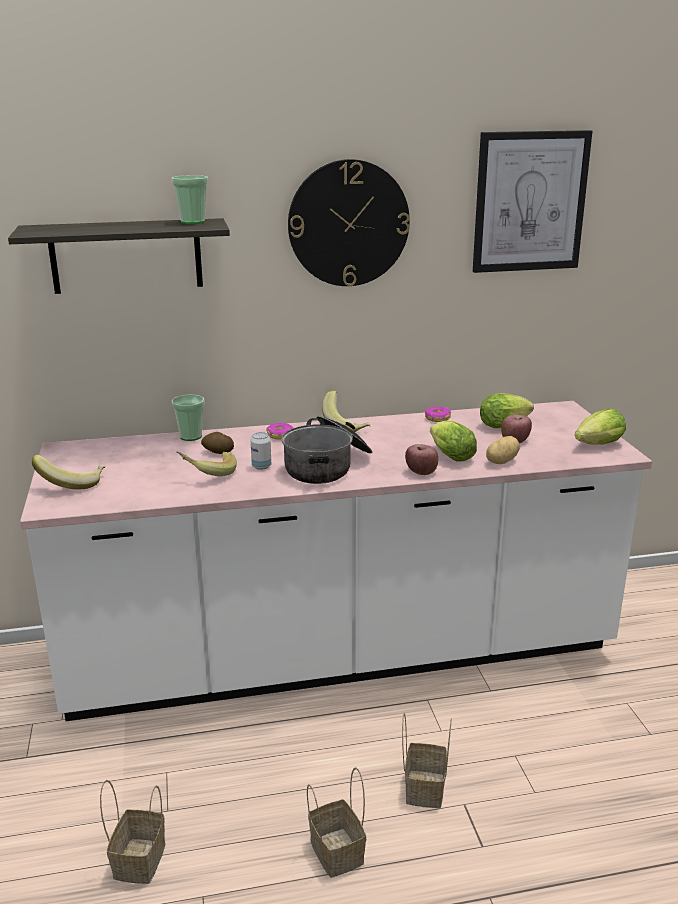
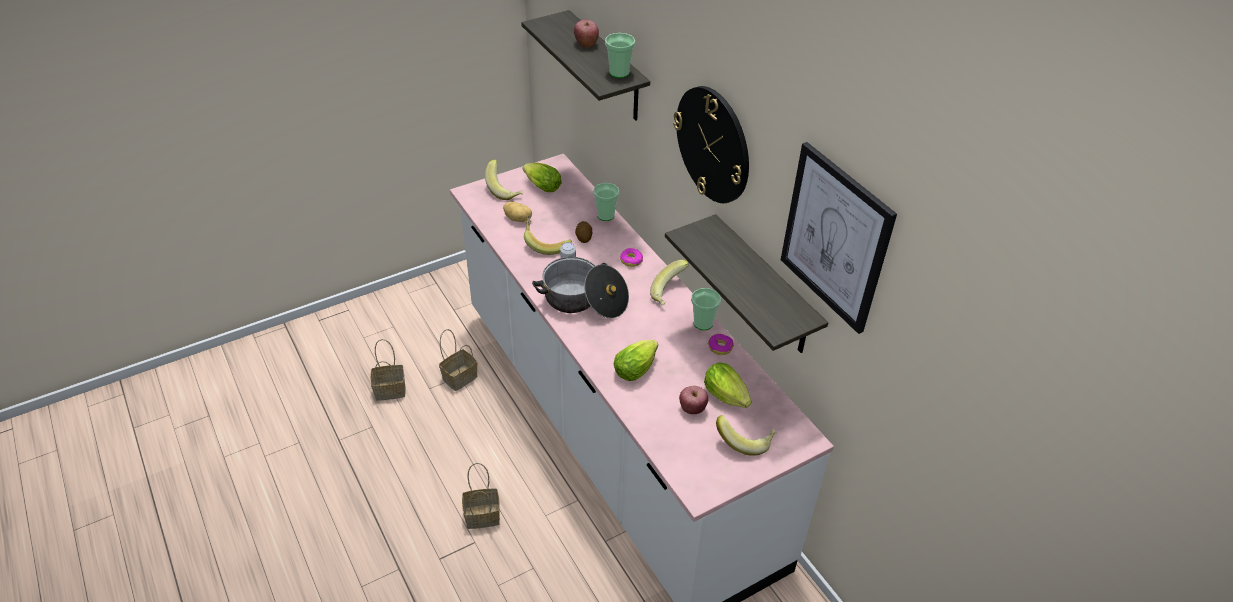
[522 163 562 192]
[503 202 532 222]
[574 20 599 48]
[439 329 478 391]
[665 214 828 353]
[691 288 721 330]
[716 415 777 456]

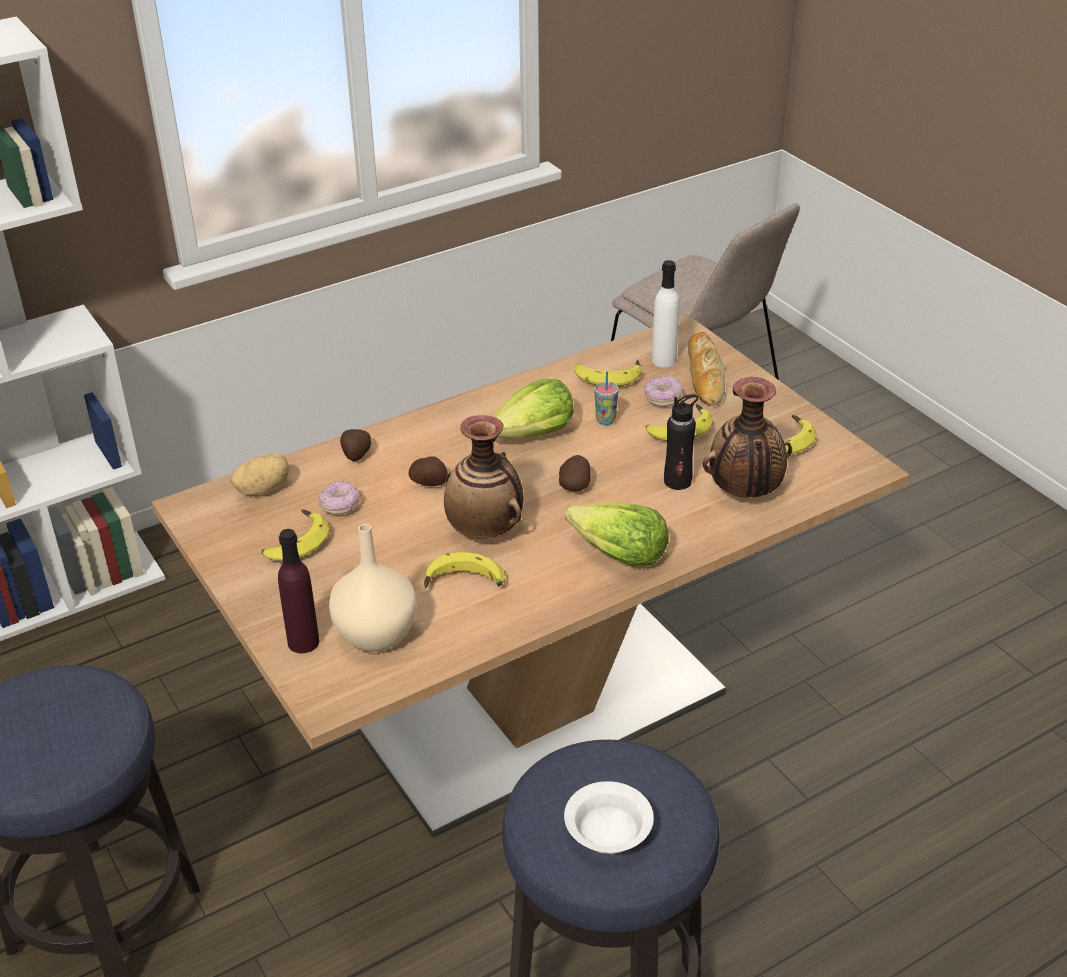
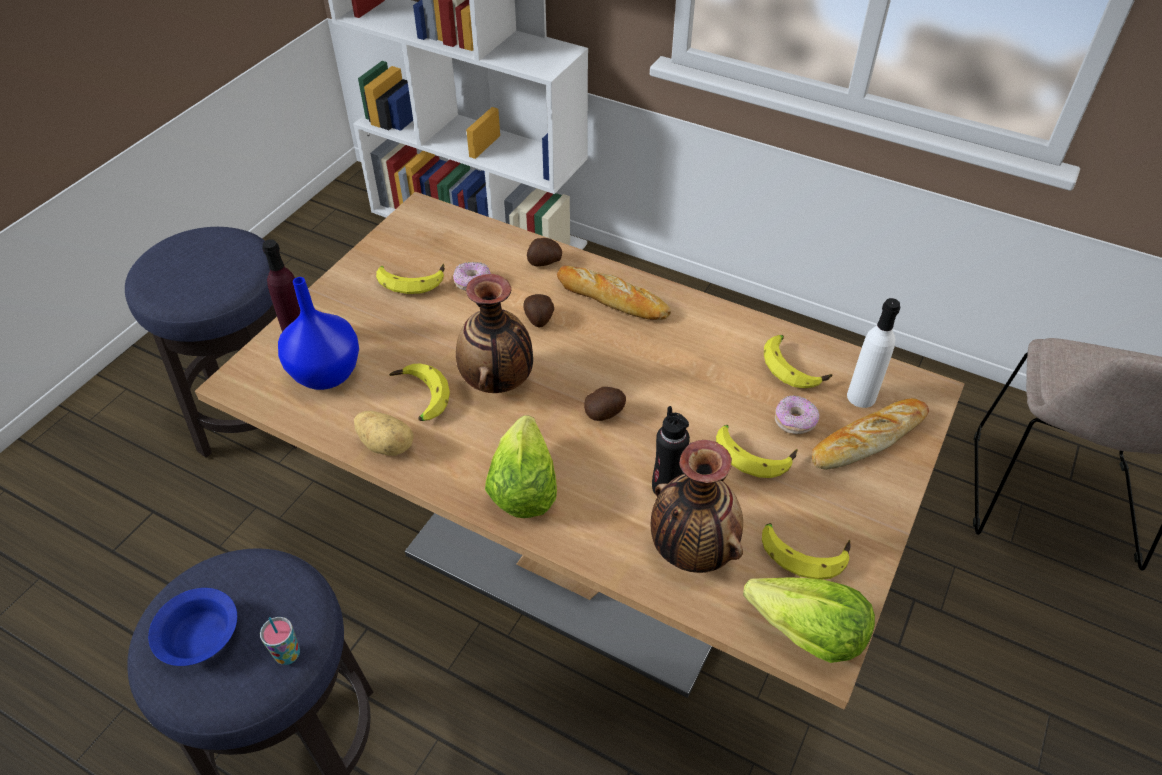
[260 617 300 665]
[743 577 875 663]
[354 411 414 456]
[278 277 359 390]
[148 588 237 666]
[557 265 671 320]

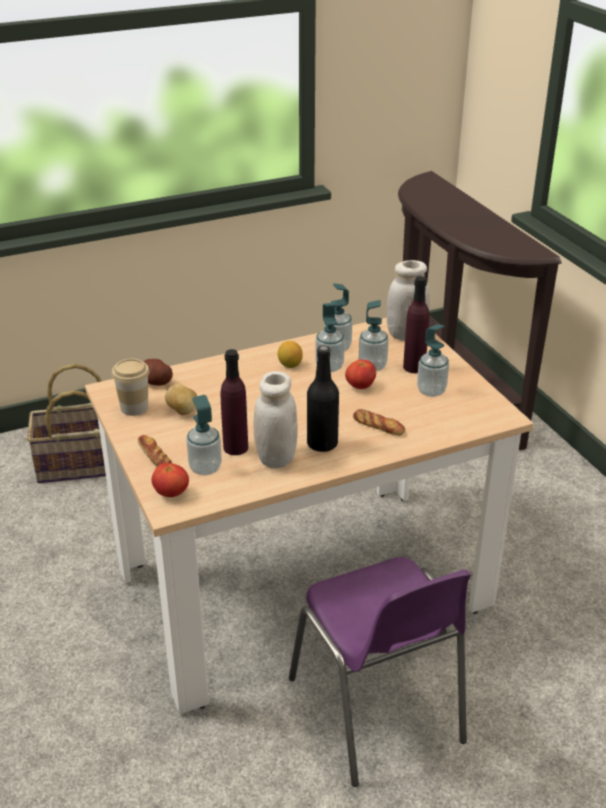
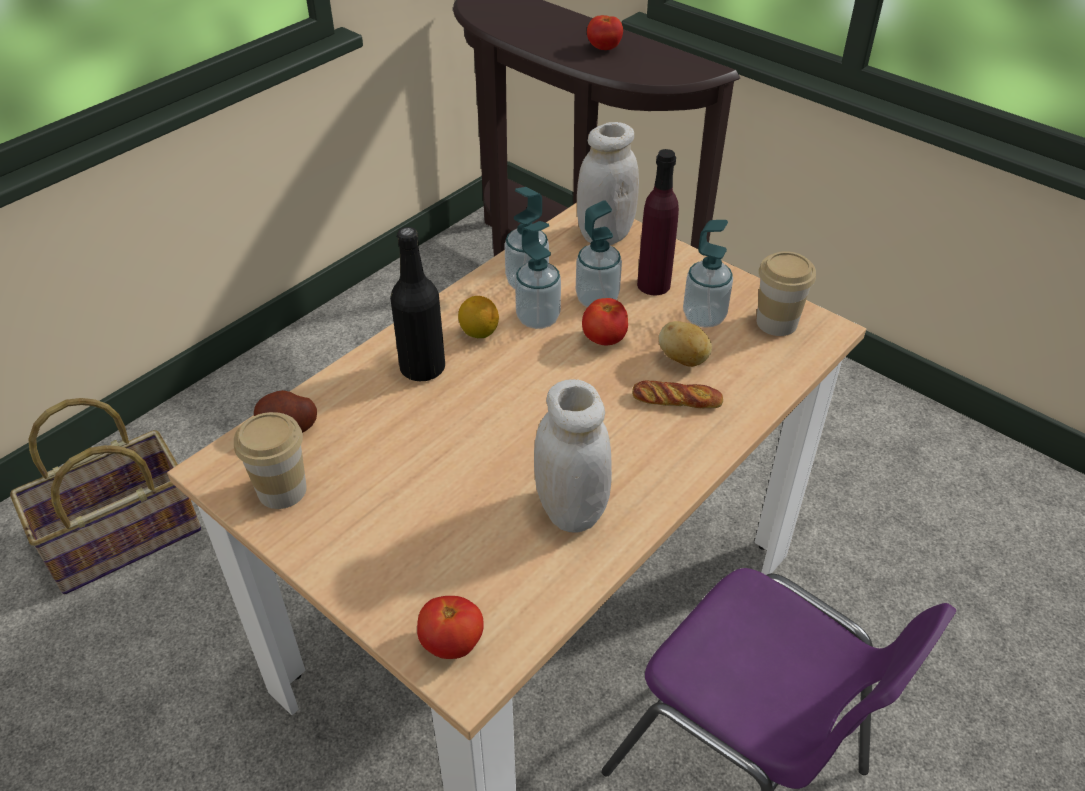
[390 227 445 381]
[221 349 248 455] (first image)
[659 321 712 367]
[186 395 222 476] (first image)
[138 435 172 467] (first image)
[587 15 623 50]
[756 251 816 336]

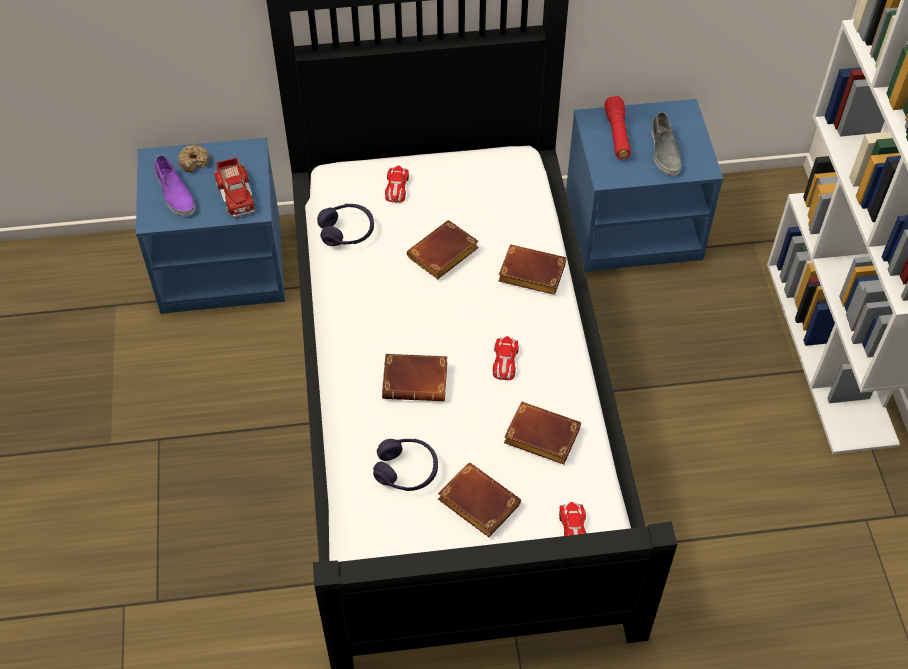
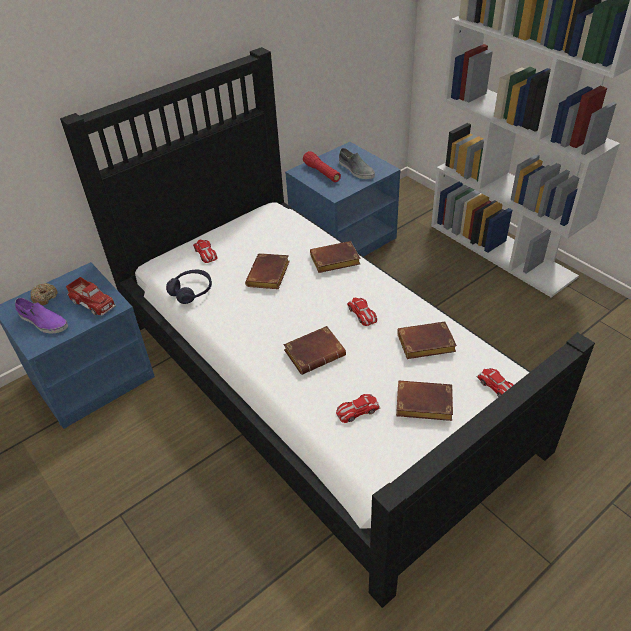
[336 394 381 423]

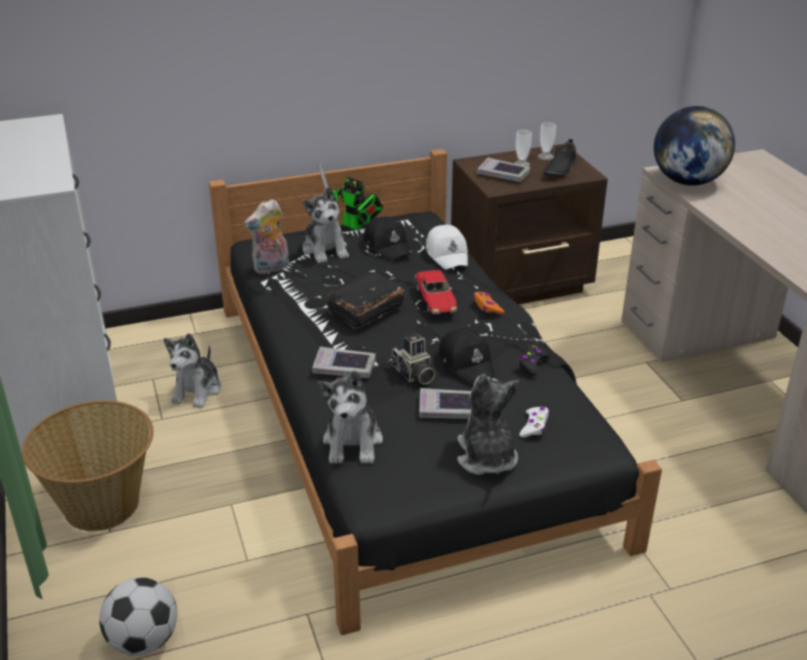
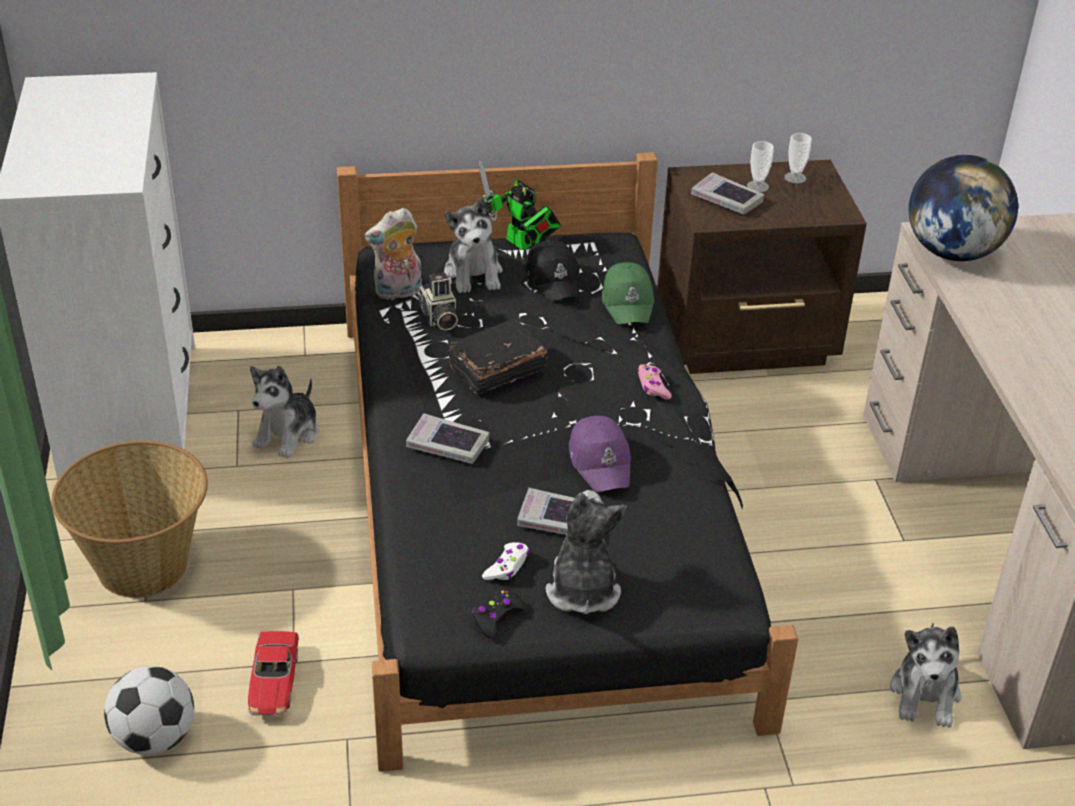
[543 139 577 176] (first image)
[602 262 654 324]
[248 631 299 716]
[638 364 672 400]
[569 416 631 492]
[417 273 458 331]
[472 588 526 638]
[890 623 961 728]
[482 542 530 580]

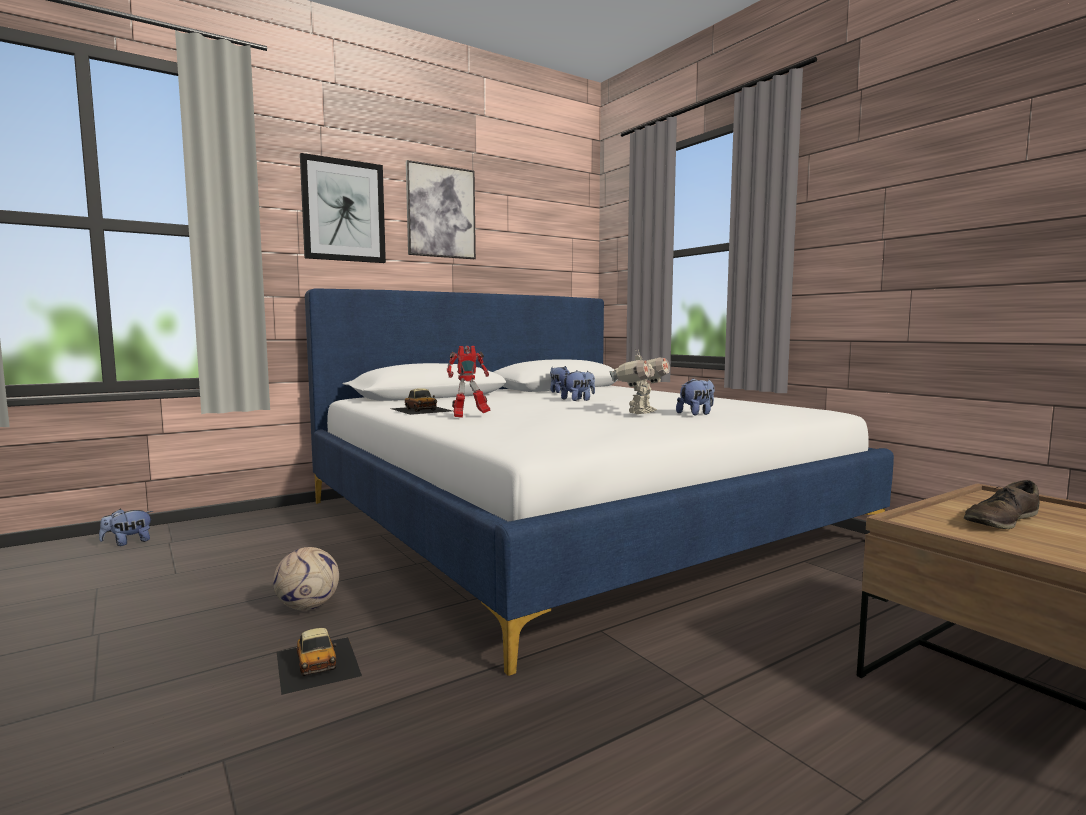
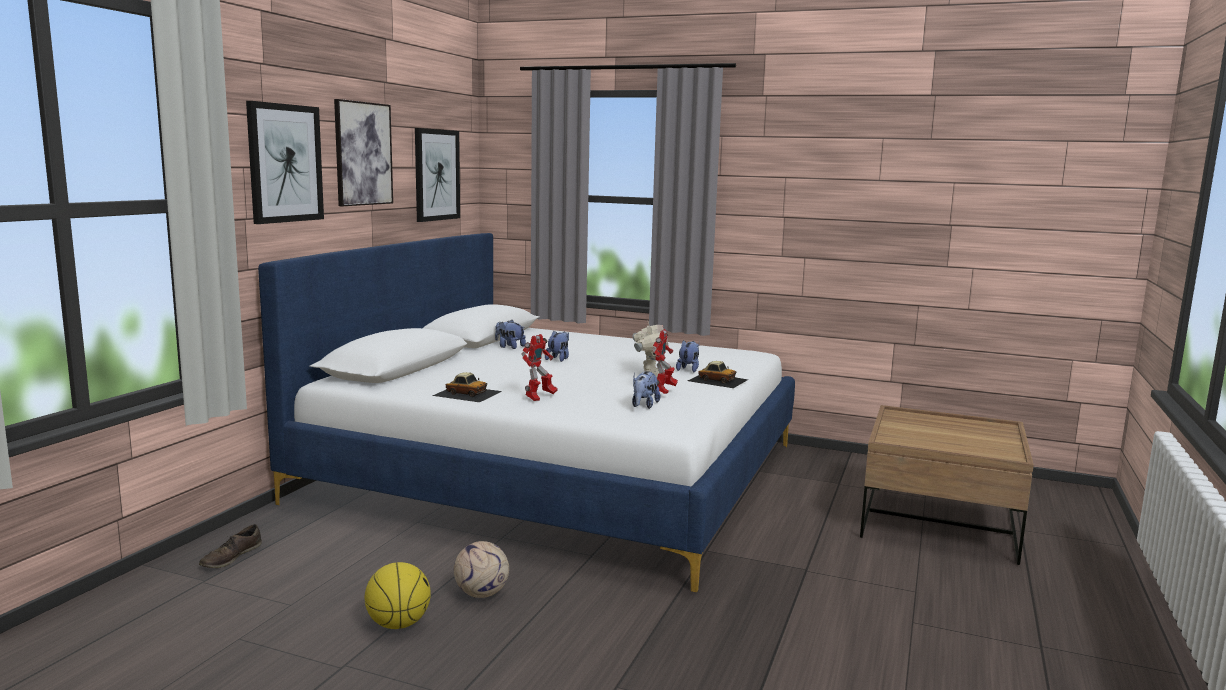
[199 524 262 568]
[632 371 661 409]
[688 361 749 388]
[415 128 460 222]
[652 329 678 394]
[364 562 431 629]

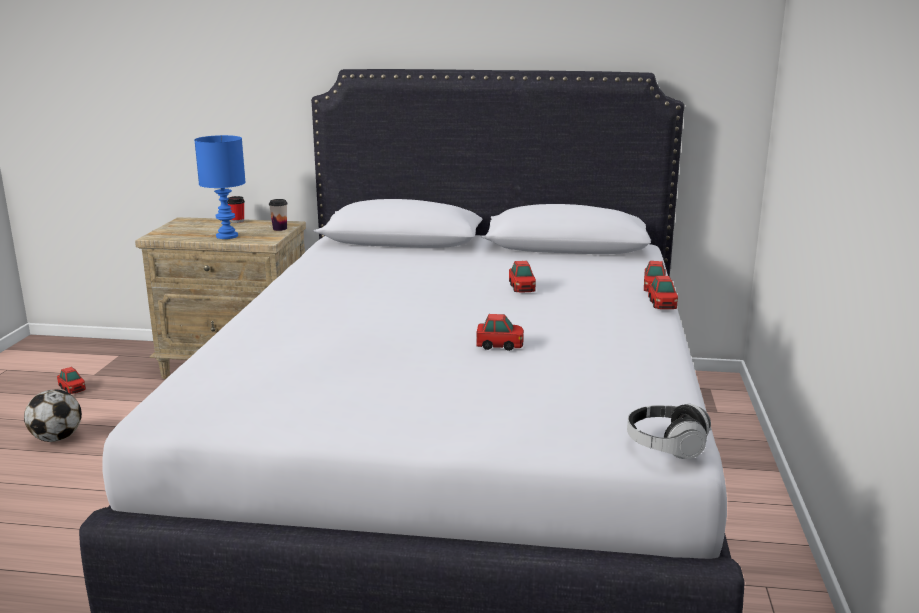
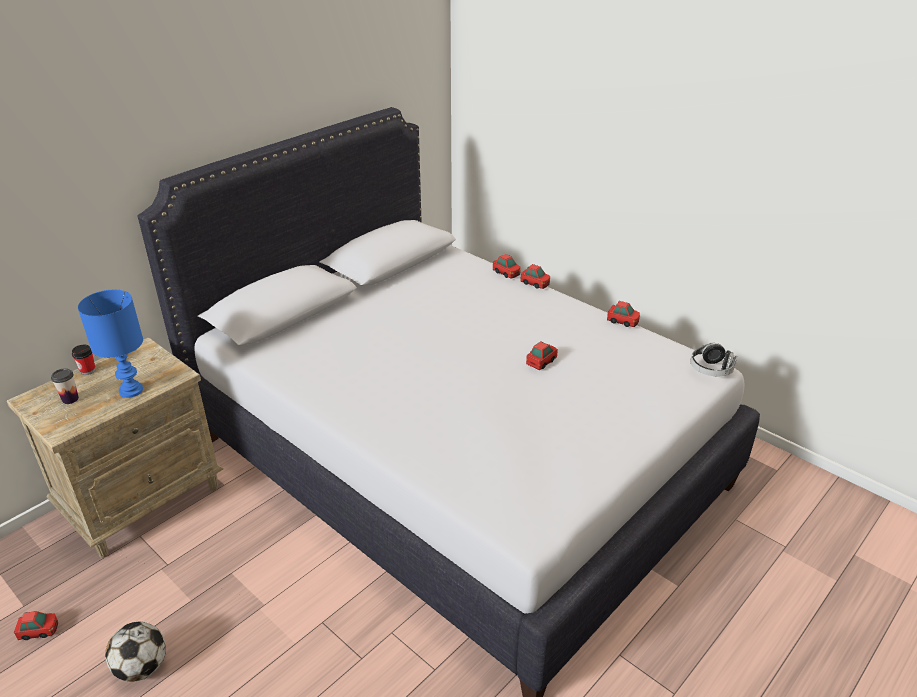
[51 368 79 404]
[607 301 640 327]

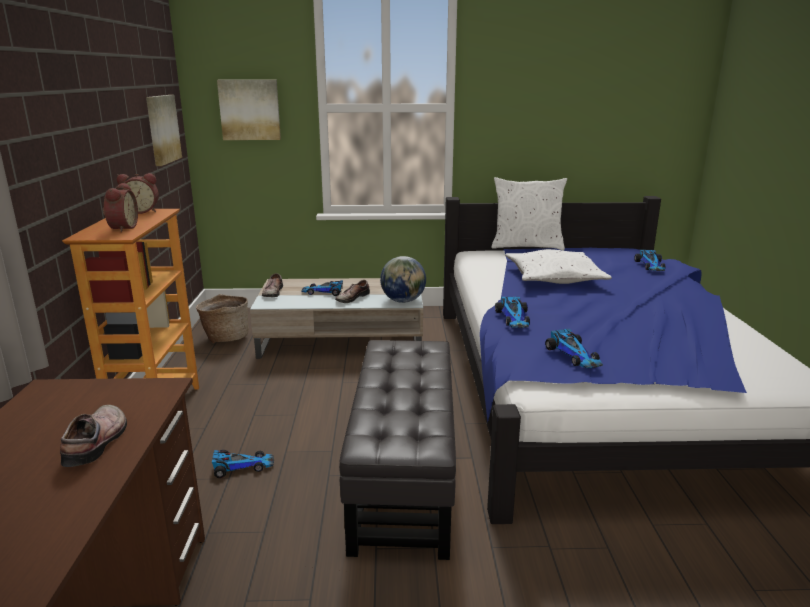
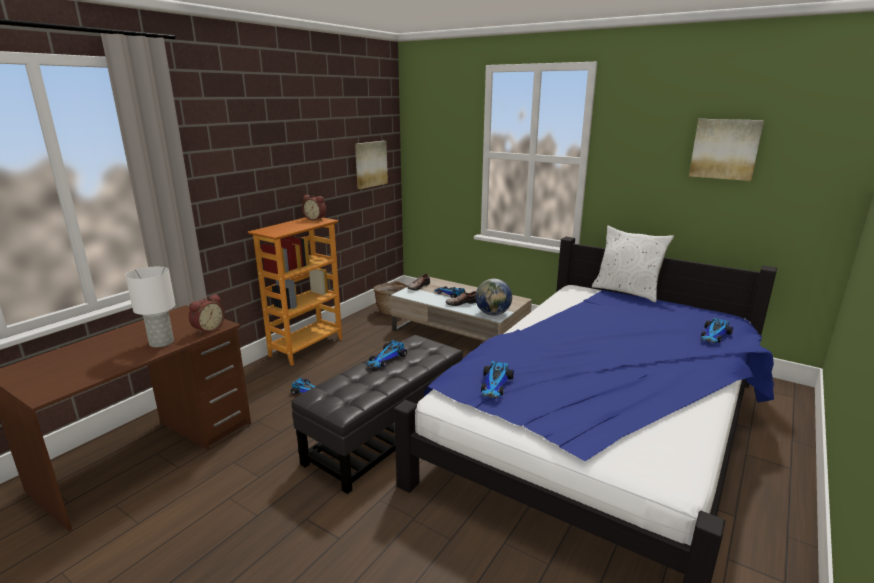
[689 119 764 181]
[189 294 225 335]
[505 249 612 284] (first image)
[366 340 407 368]
[125 267 175 348]

